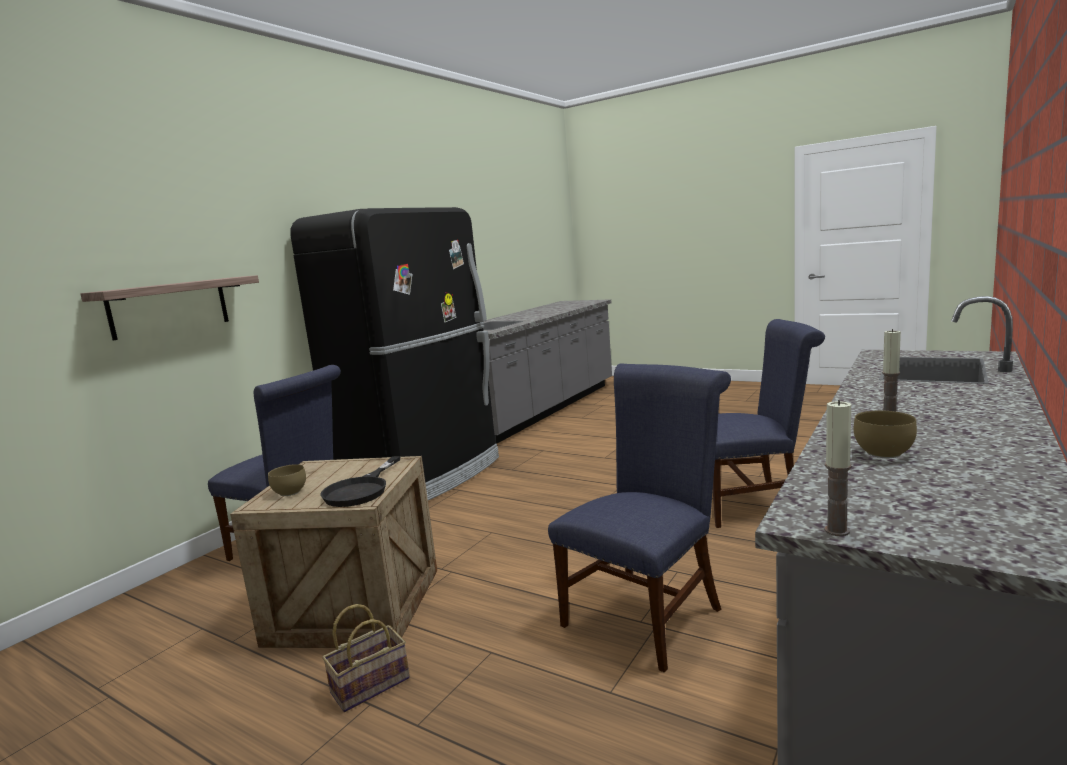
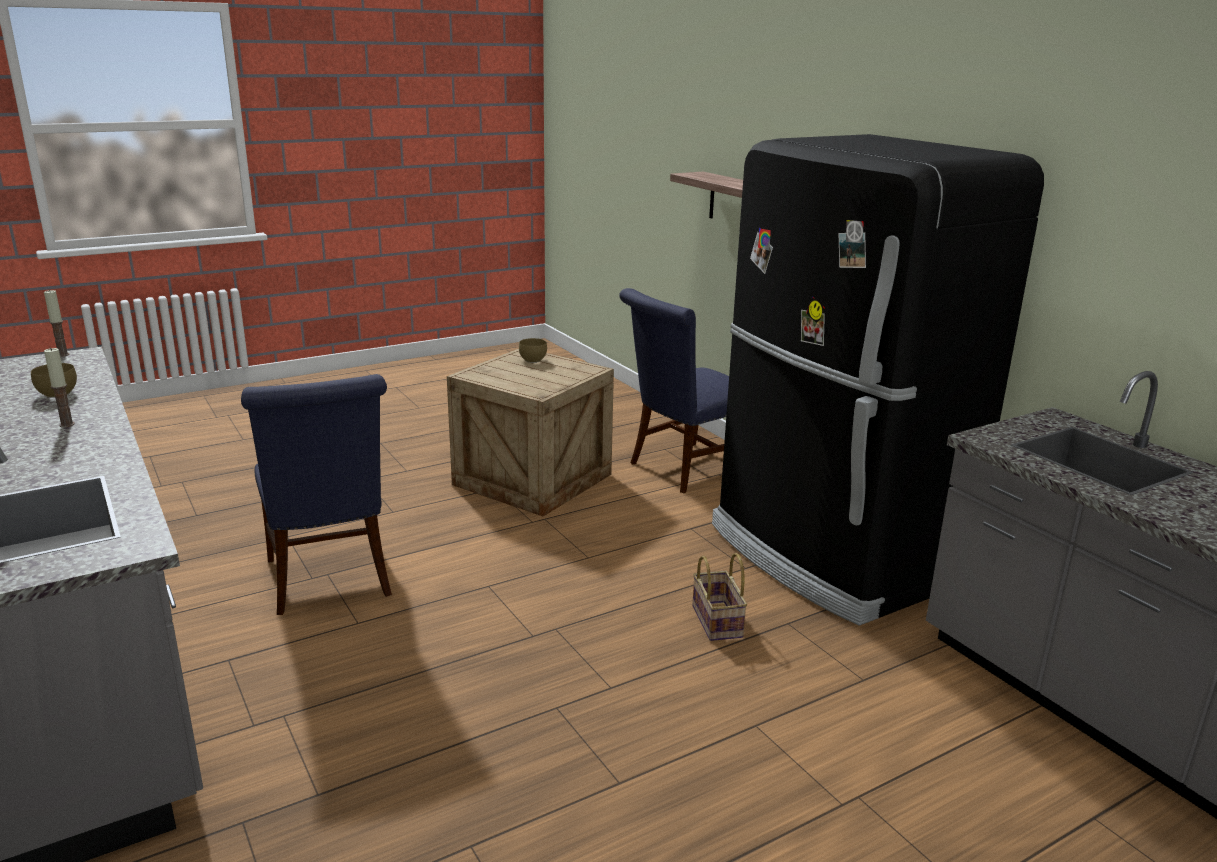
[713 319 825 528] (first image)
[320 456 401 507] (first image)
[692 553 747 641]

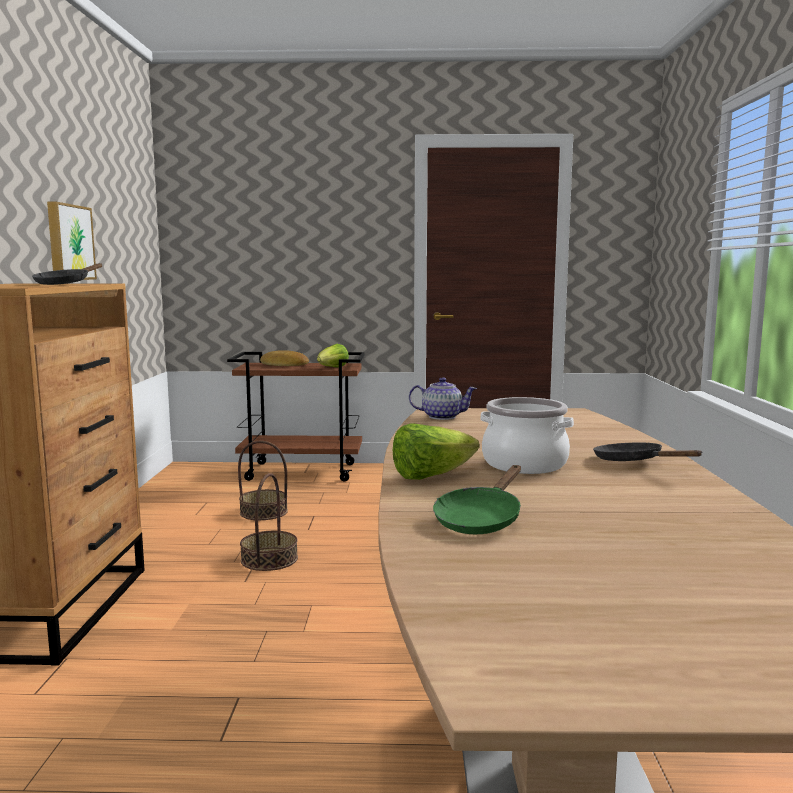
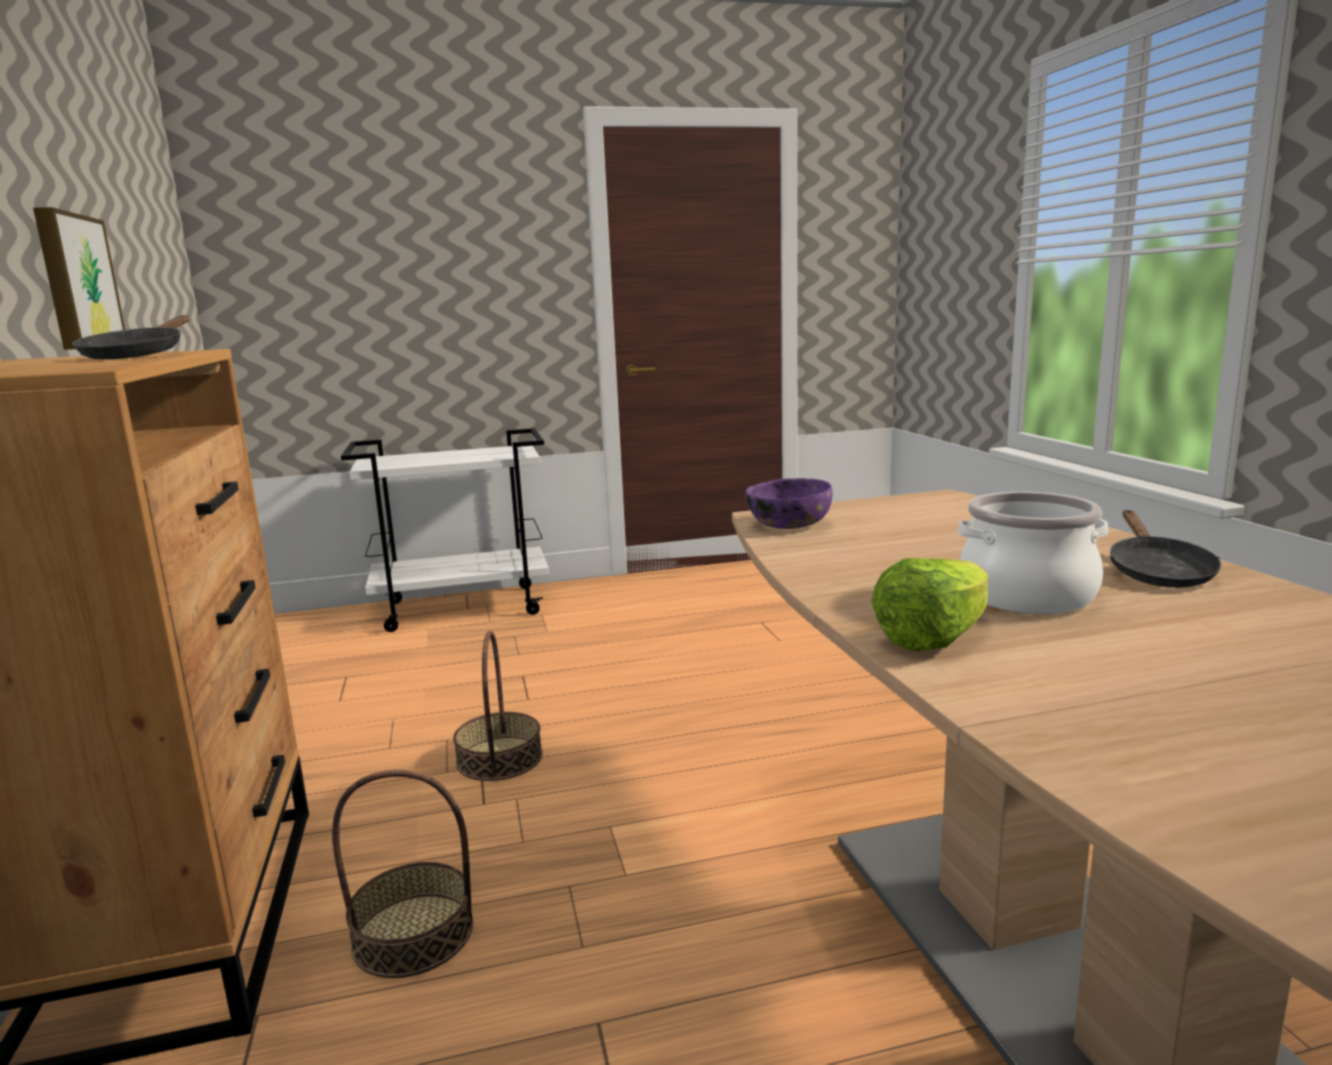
[317 344 349 368] (first image)
[260 350 309 366] (first image)
[341 428 549 632]
[746 478 832 529]
[332 770 473 978]
[1110 510 1221 588]
[433 465 521 534] (first image)

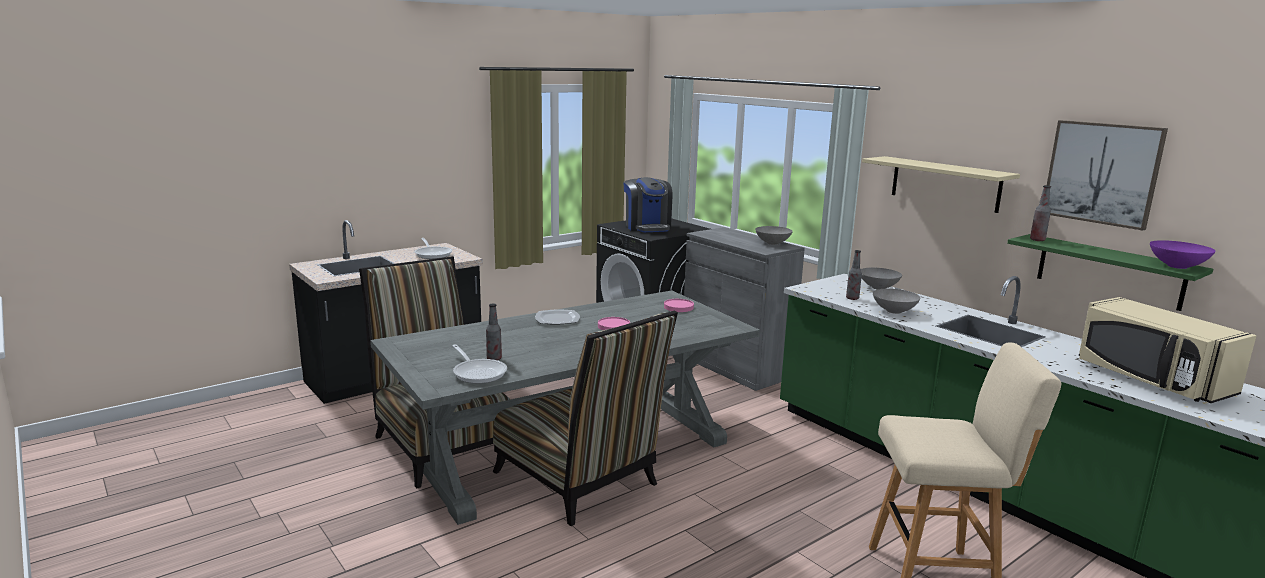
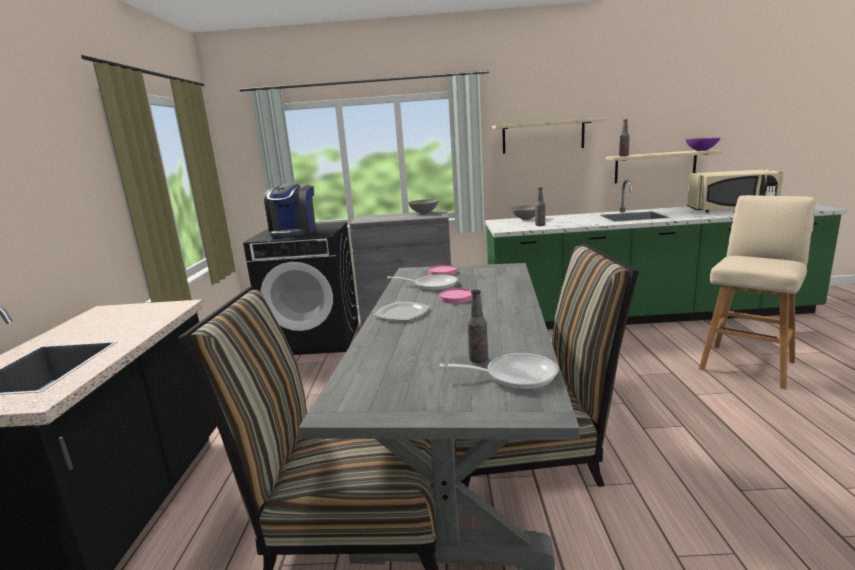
[1047 120 1168 231] (first image)
[264 183 316 237]
[606 150 723 183]
[387 275 457 291]
[873 289 920 314] (first image)

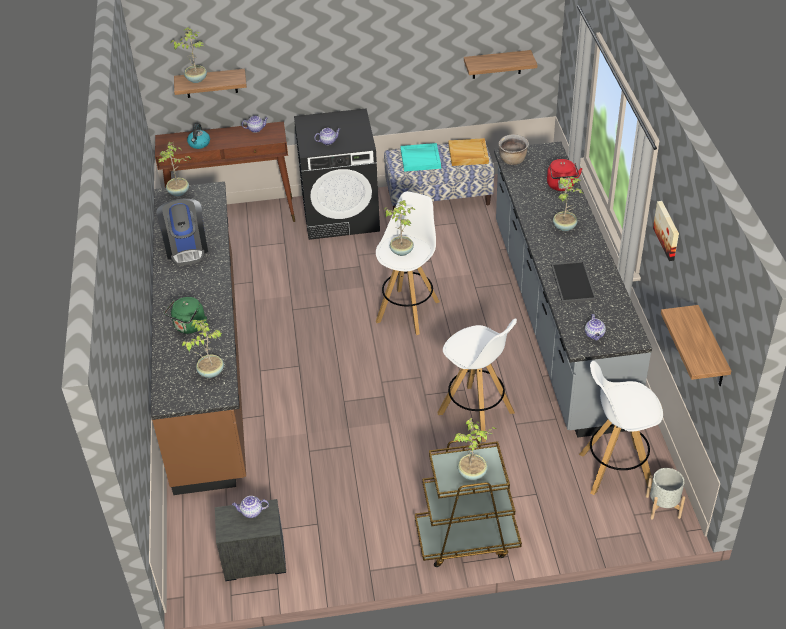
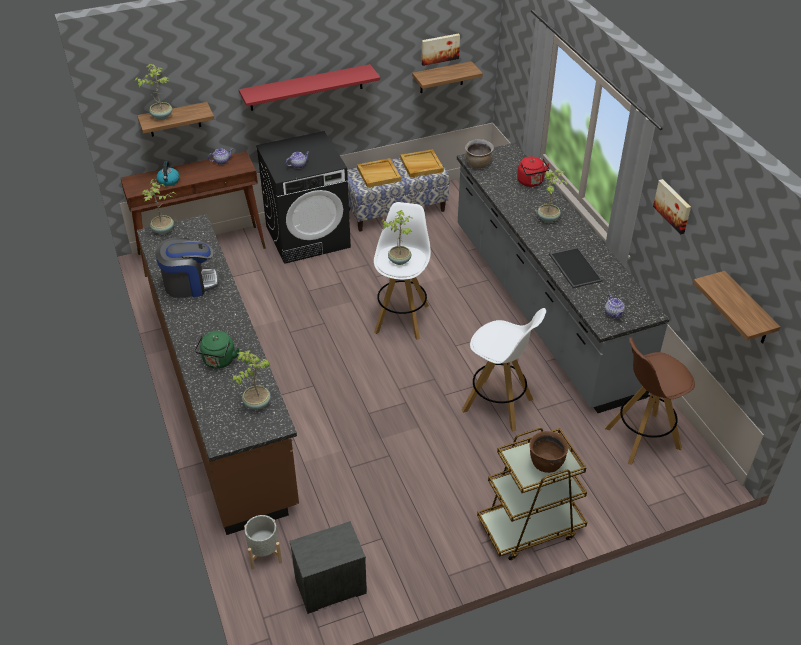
[357 158 401 188]
[155 238 219 298]
[605 337 695 465]
[529 431 569 473]
[244 515 282 569]
[232 496 269 518] (first image)
[422 33 460 66]
[239 64 380 111]

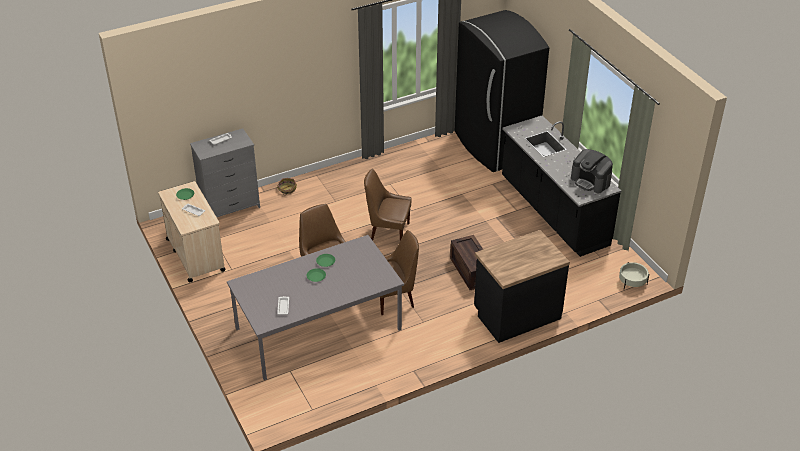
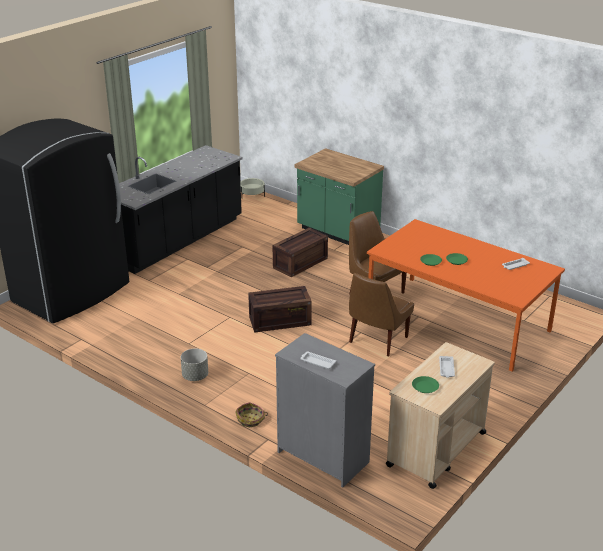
[571 149 613 193] (first image)
[248 286 312 333]
[295 148 384 245]
[367 219 565 371]
[181 348 208 381]

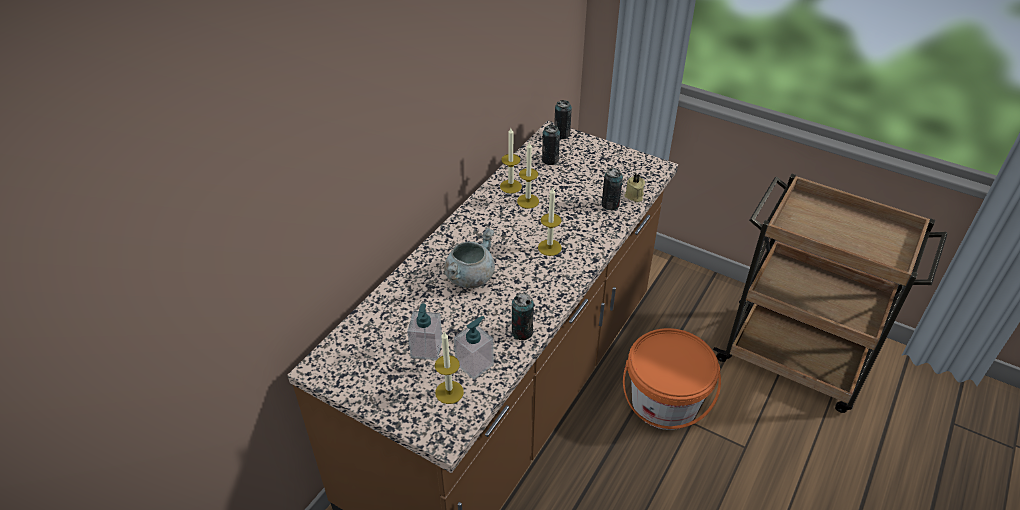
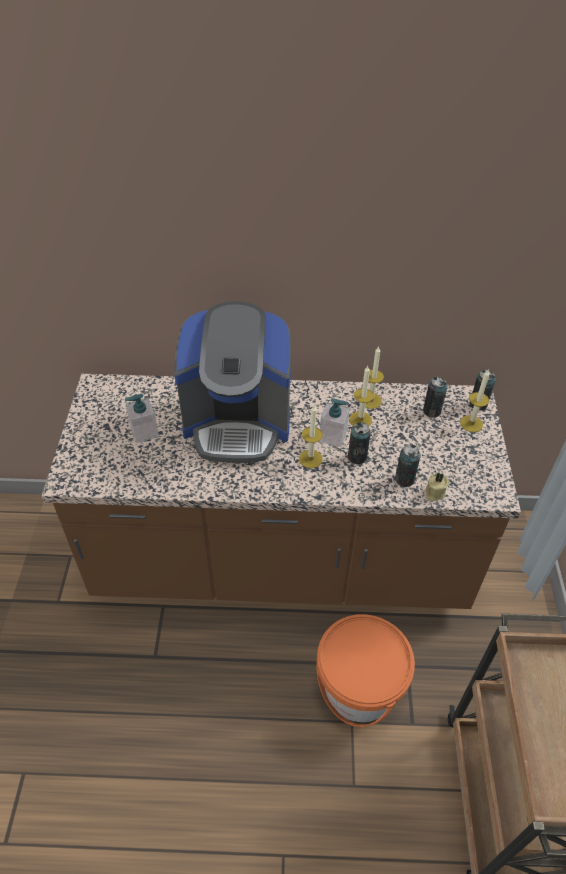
[174 301 292 463]
[348 422 371 464]
[319 398 350 447]
[460 370 489 432]

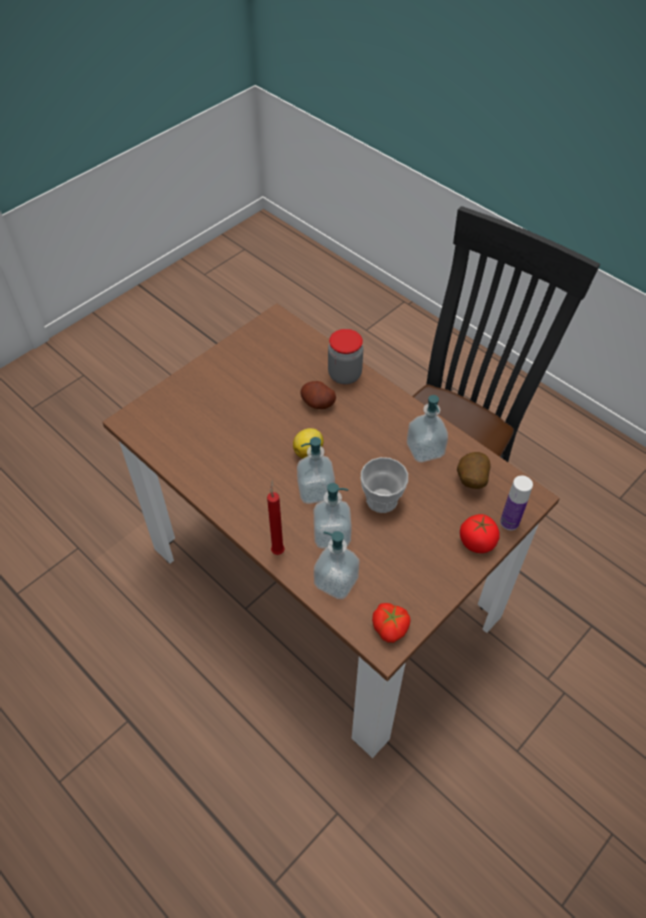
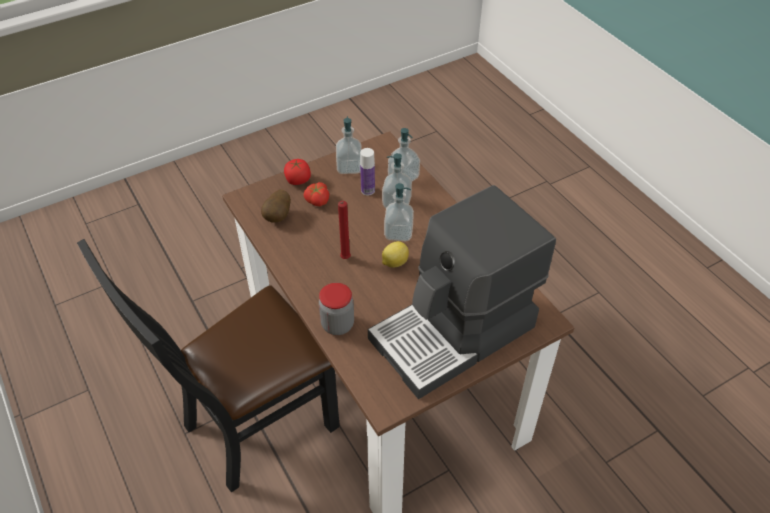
[300 381 336 409] (first image)
[336 116 362 174]
[361 457 408 513] (first image)
[360 148 375 196]
[338 201 351 259]
[304 182 329 206]
[368 185 556 399]

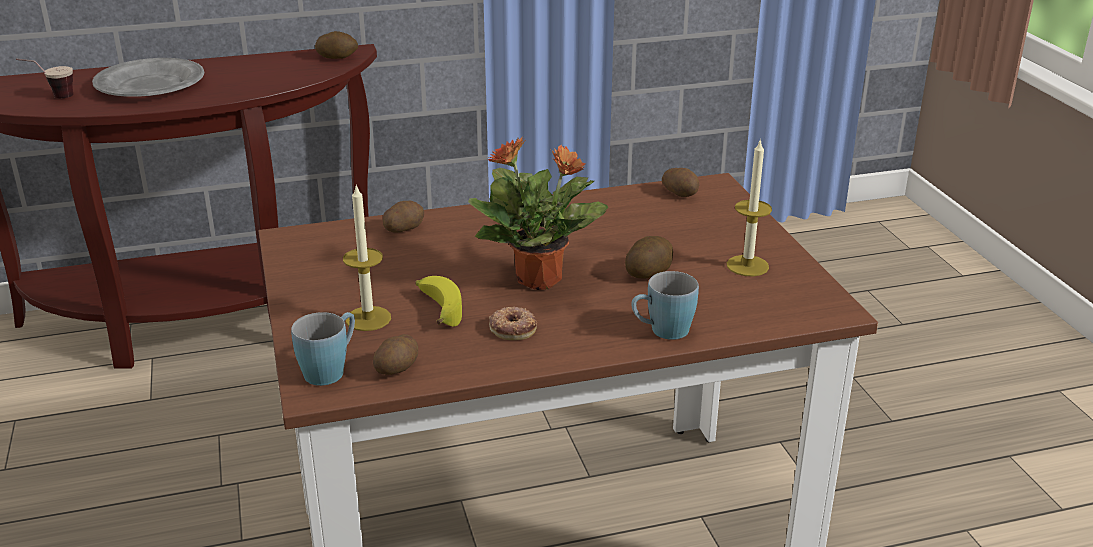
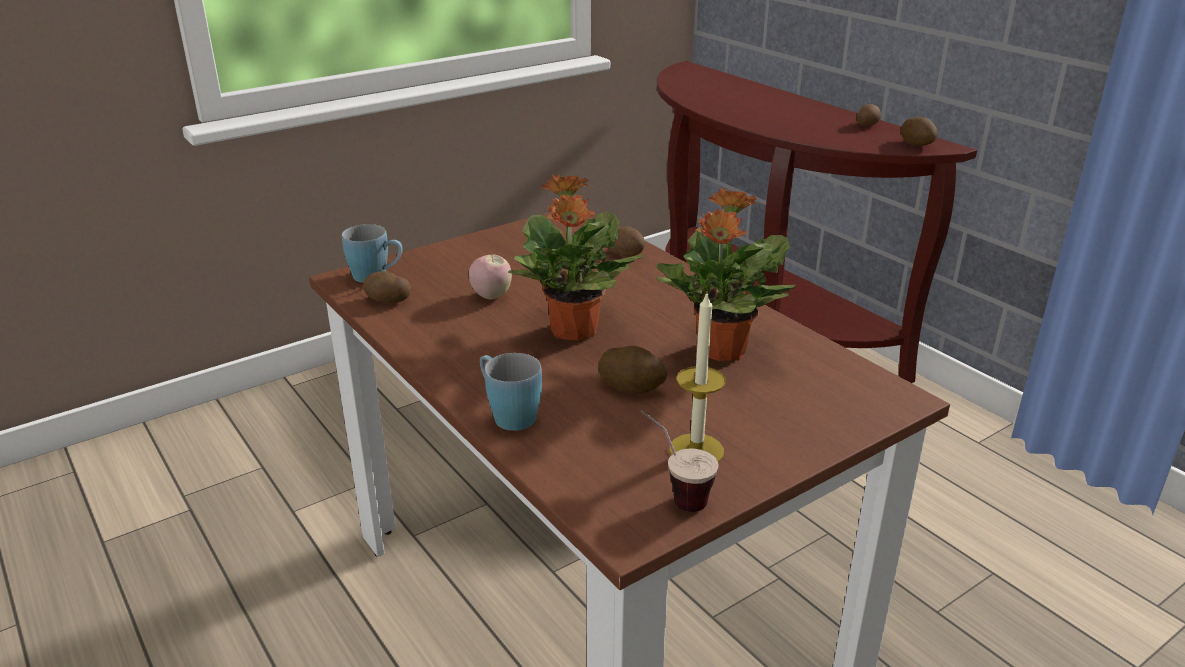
[641 410 718 512]
[92 58 204 97] (first image)
[857 104 881 126]
[343 184 391 331] (first image)
[469 252 512 299]
[489 307 537 340] (first image)
[656 187 795 362]

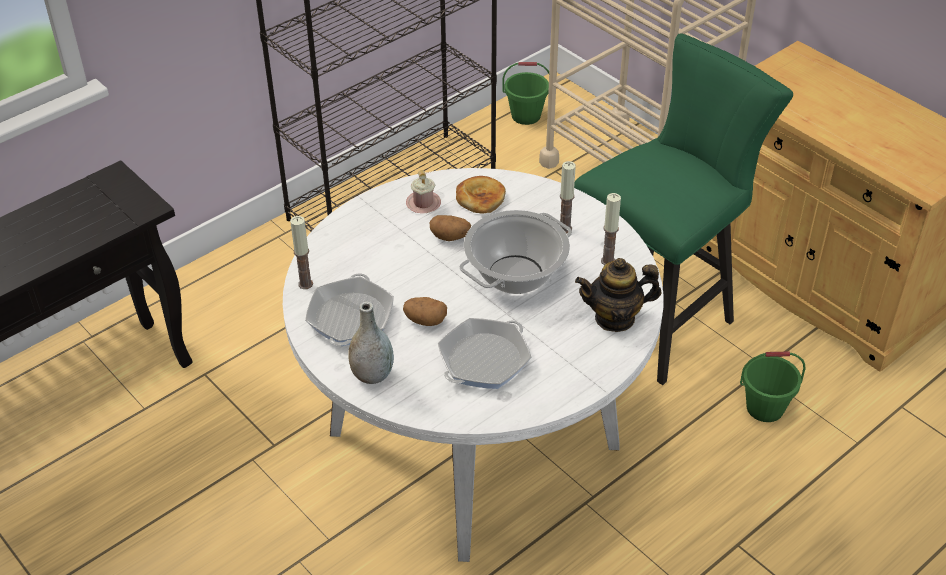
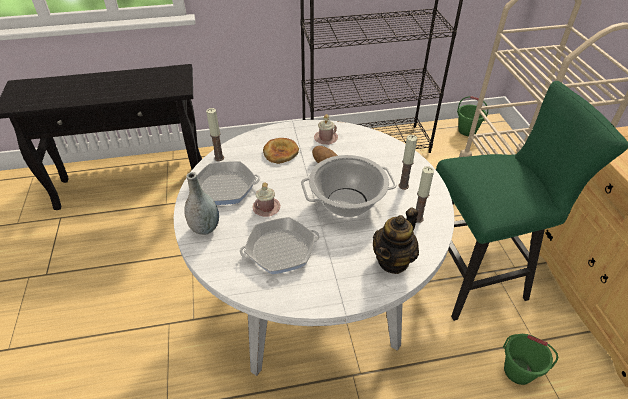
[263 138 299 164]
[373 207 419 274]
[188 161 260 205]
[253 182 280 217]

